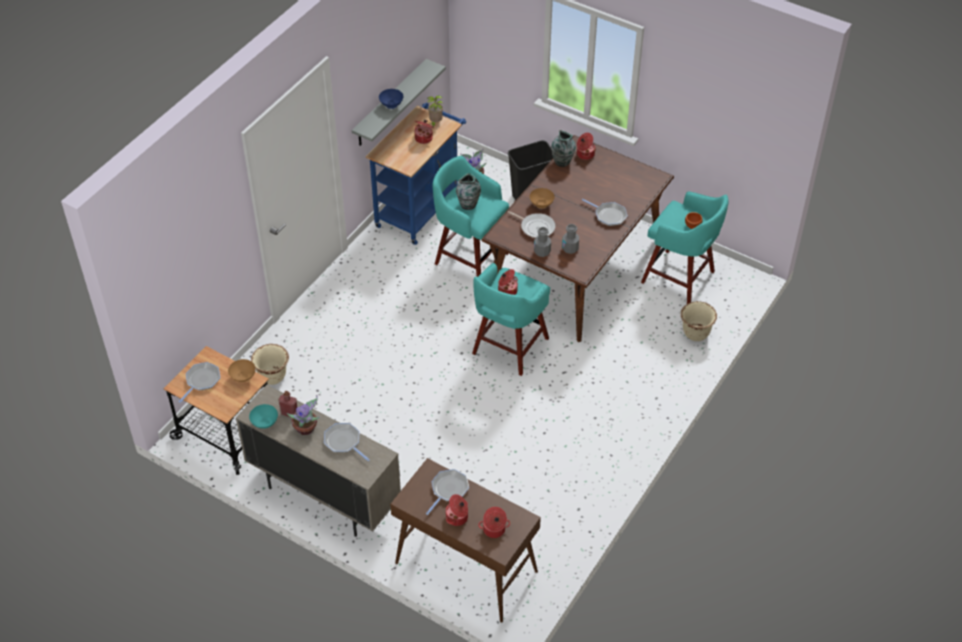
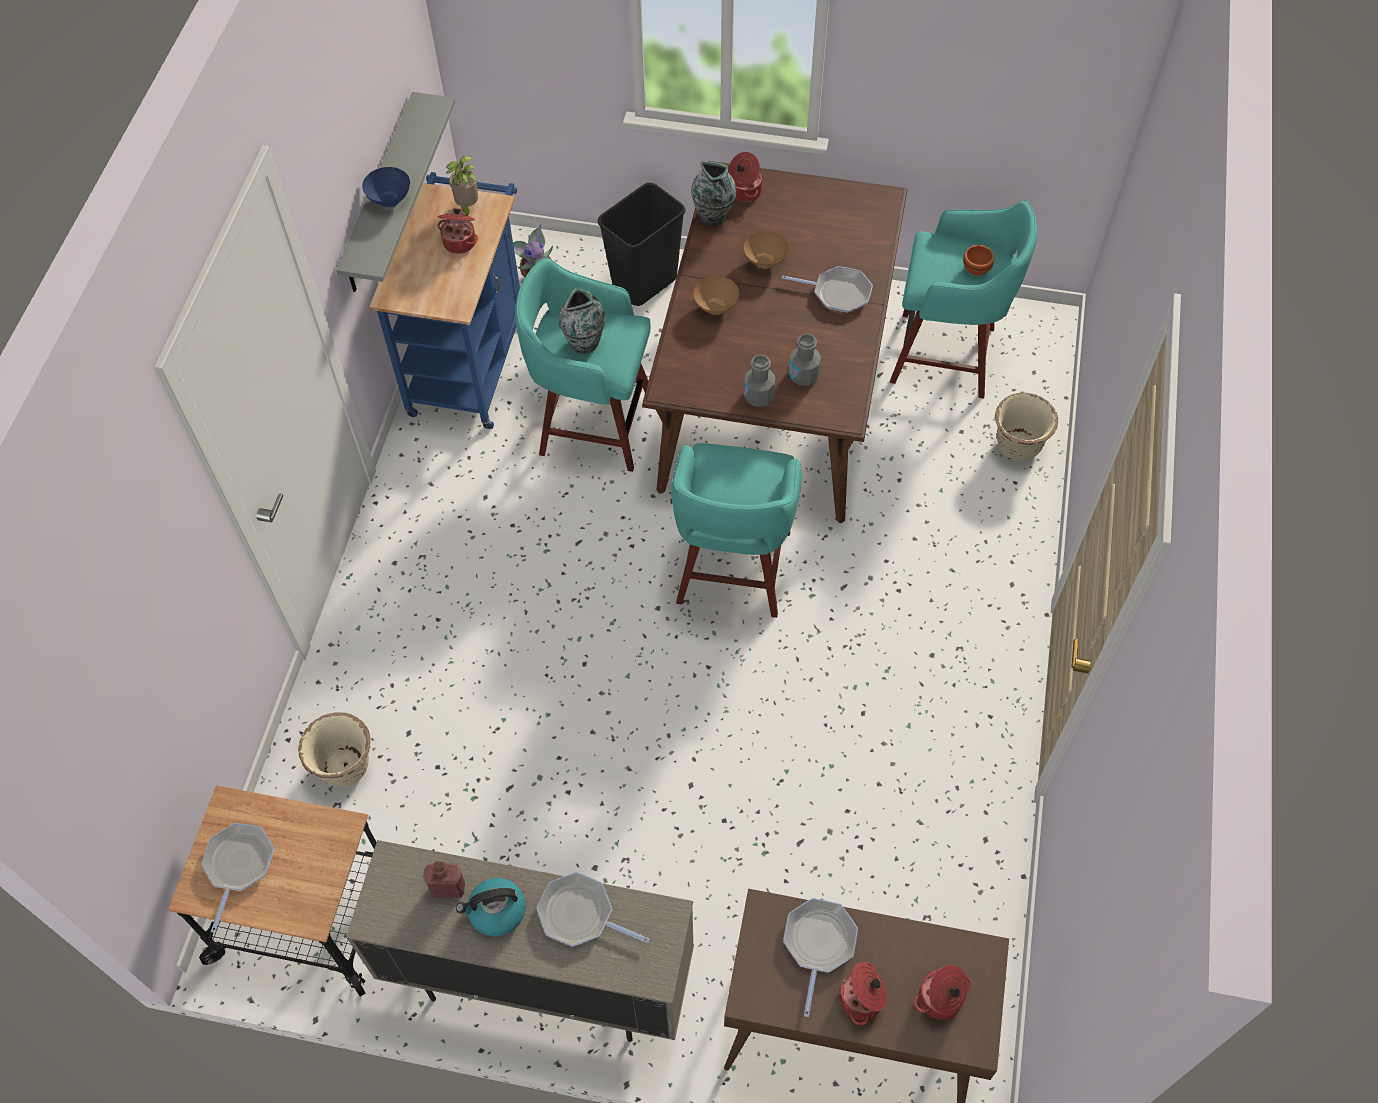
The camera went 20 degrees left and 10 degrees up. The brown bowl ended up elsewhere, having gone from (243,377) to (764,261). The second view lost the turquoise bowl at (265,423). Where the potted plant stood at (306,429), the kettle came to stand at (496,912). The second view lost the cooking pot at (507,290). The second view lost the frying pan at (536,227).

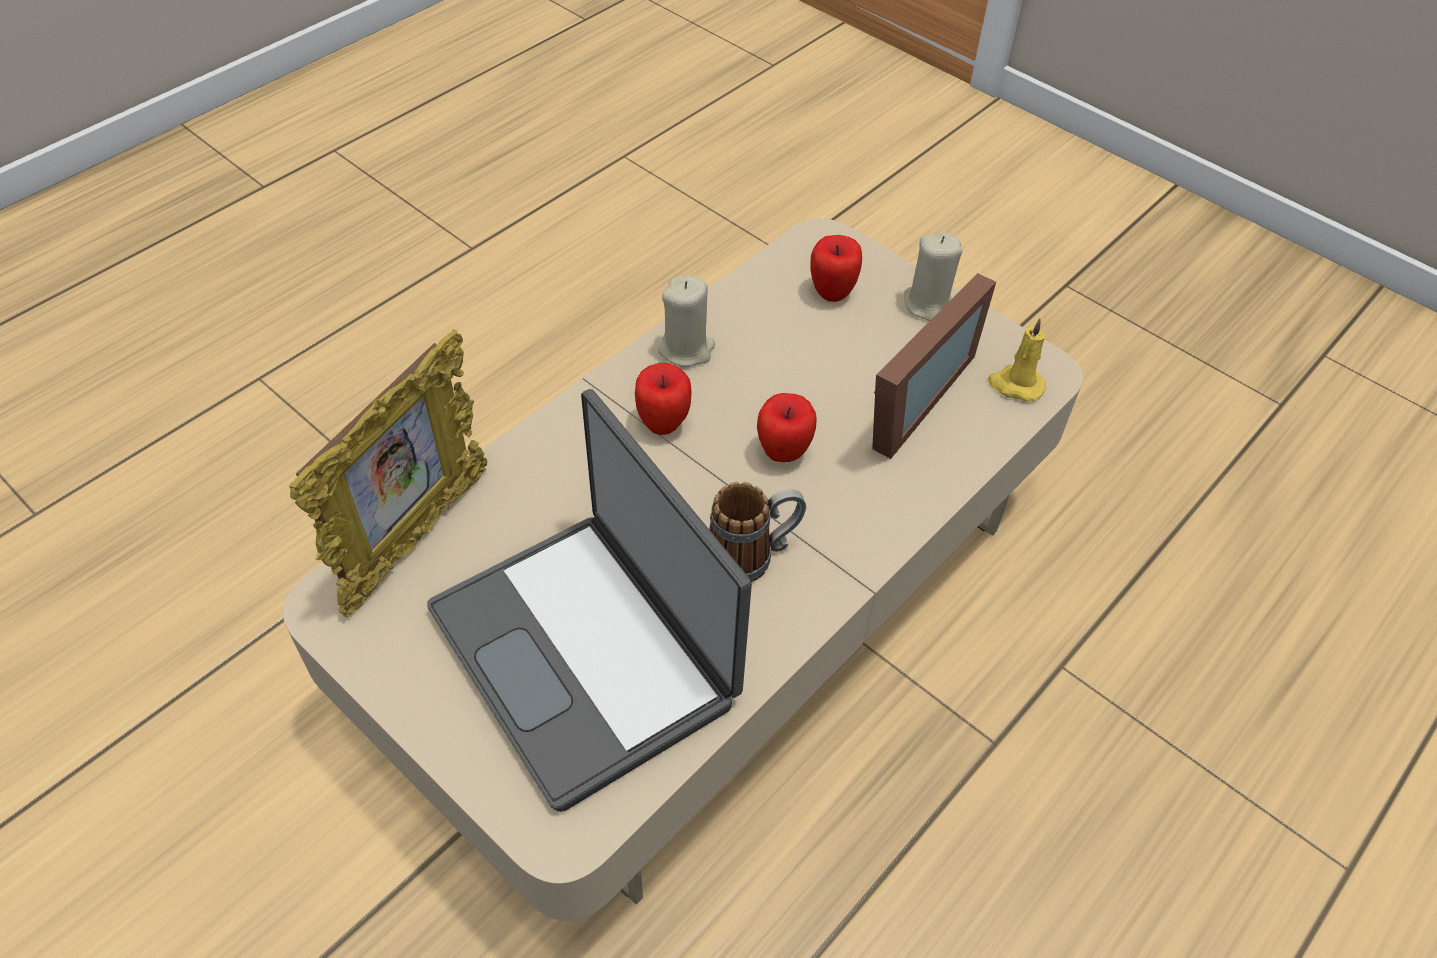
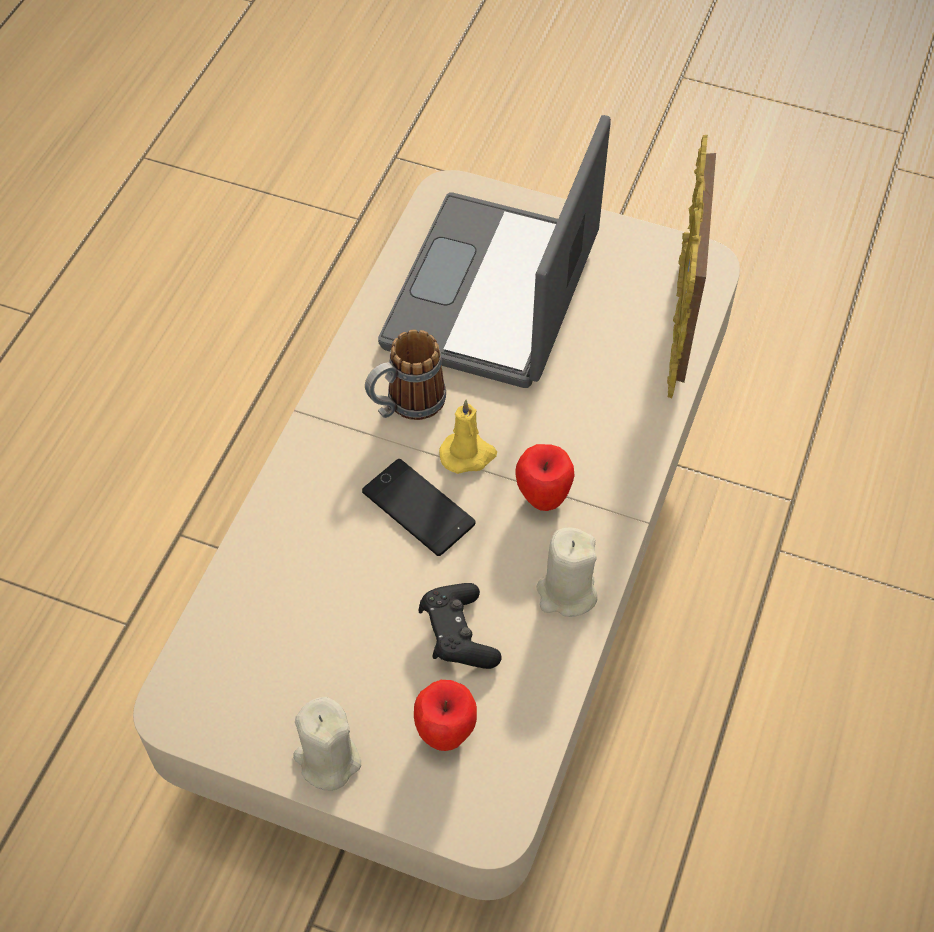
The camera went 160 degrees right and 5 degrees up. The laptop at (588,653) ended up facing another way, 105 degrees counterclockwise from before. Where the apple stood at (783,454), the phone came to stand at (418,508). The second view lost the picture frame at (904,399). The yellow candle ended up elsewhere, having gone from (1015,385) to (468,454). The second view gained the black game controller at (458,635).

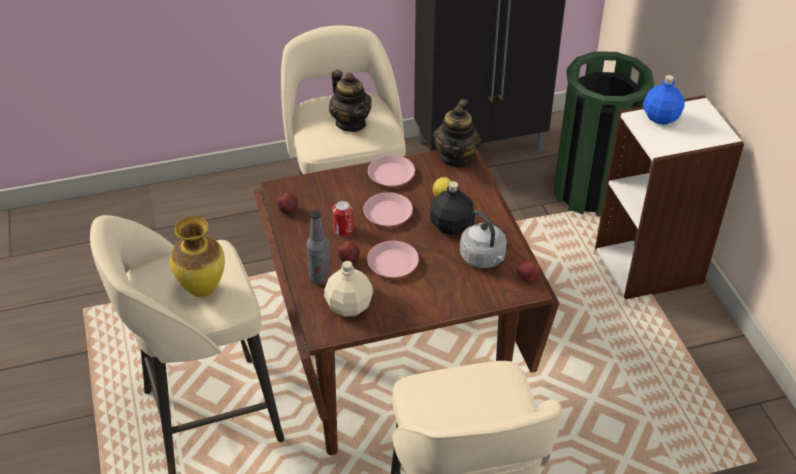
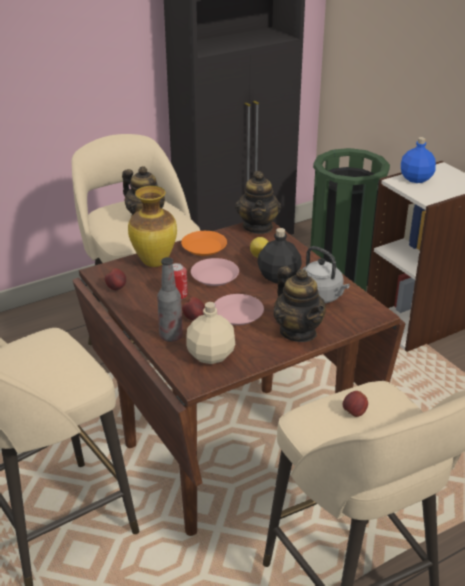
The camera went 15 degrees left and 10 degrees down. The vase ended up elsewhere, having gone from (203,289) to (155,262). What was the pink plate at (391,174) turned into the orange plate at (204,247). The apple ended up elsewhere, having gone from (527,279) to (354,413). The second view gained the teapot at (298,331).

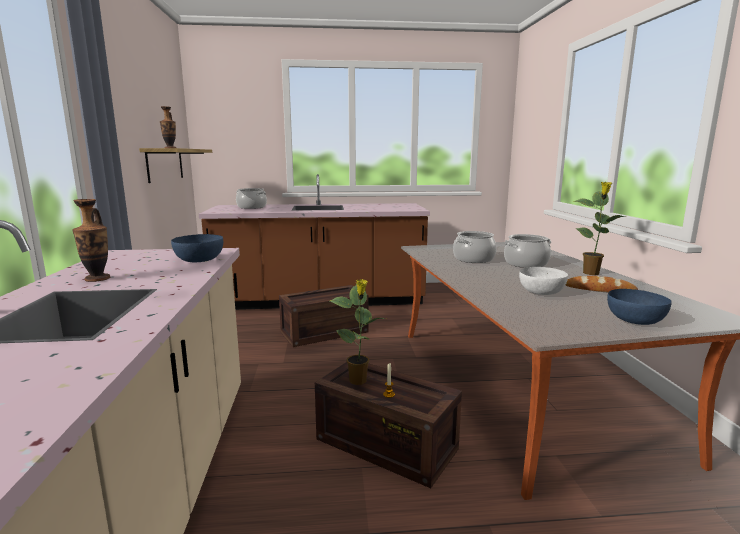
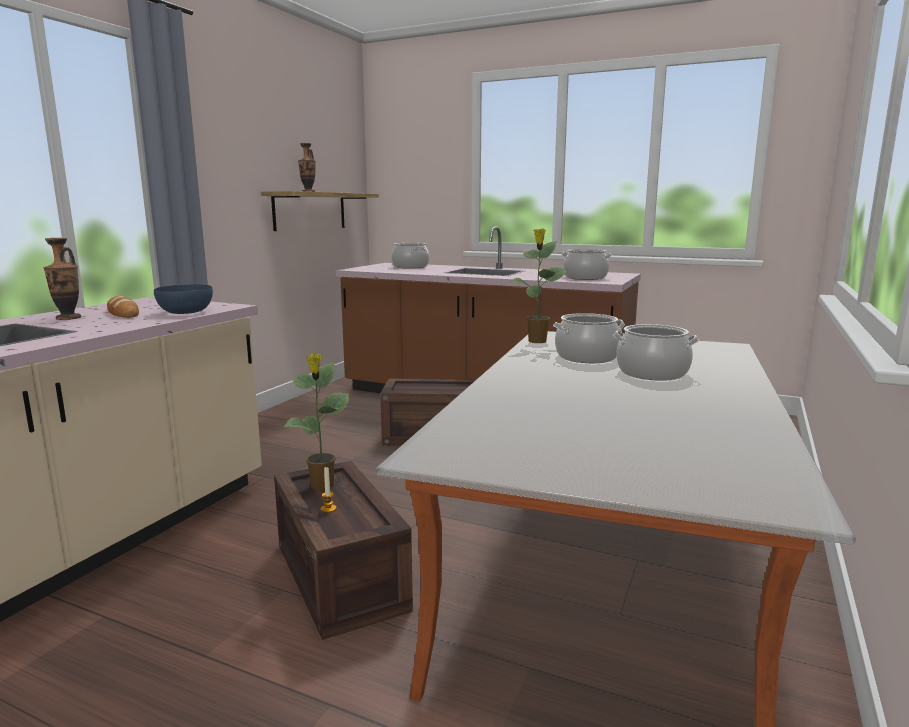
The camera went 30 degrees right and 0 degrees up. The second view lost the white bowl at (542,292). The bread ended up elsewhere, having gone from (599,289) to (123,313). The potted plant ended up elsewhere, having gone from (591,273) to (537,341). The second view lost the blue bowl at (634,320). The second view gained the cooking pot at (585,278).

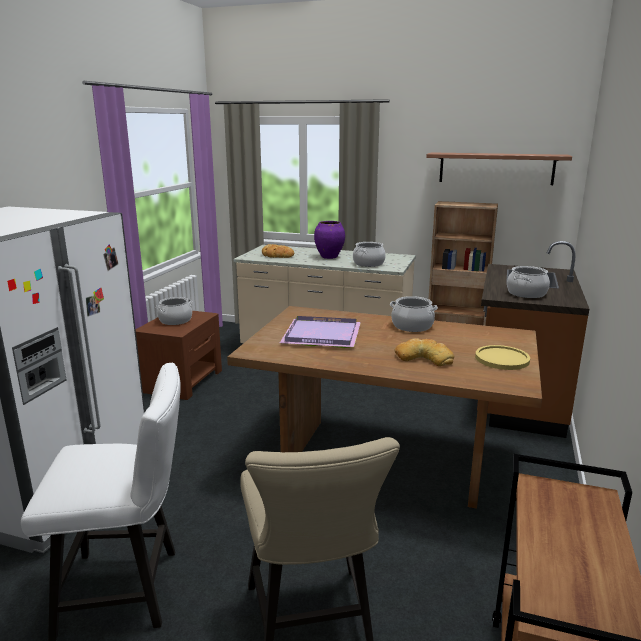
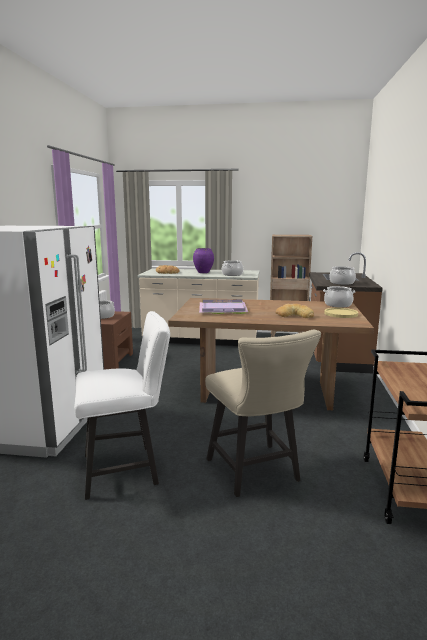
The camera went 10 degrees left and 5 degrees down. The cooking pot ended up elsewhere, having gone from (412,326) to (338,305). The second view lost the shelf at (496,168).

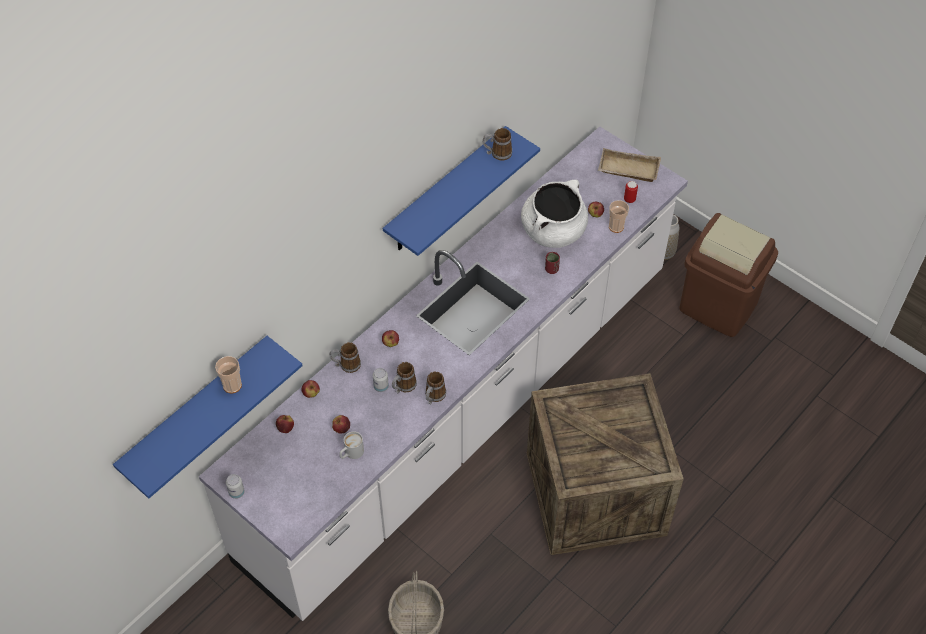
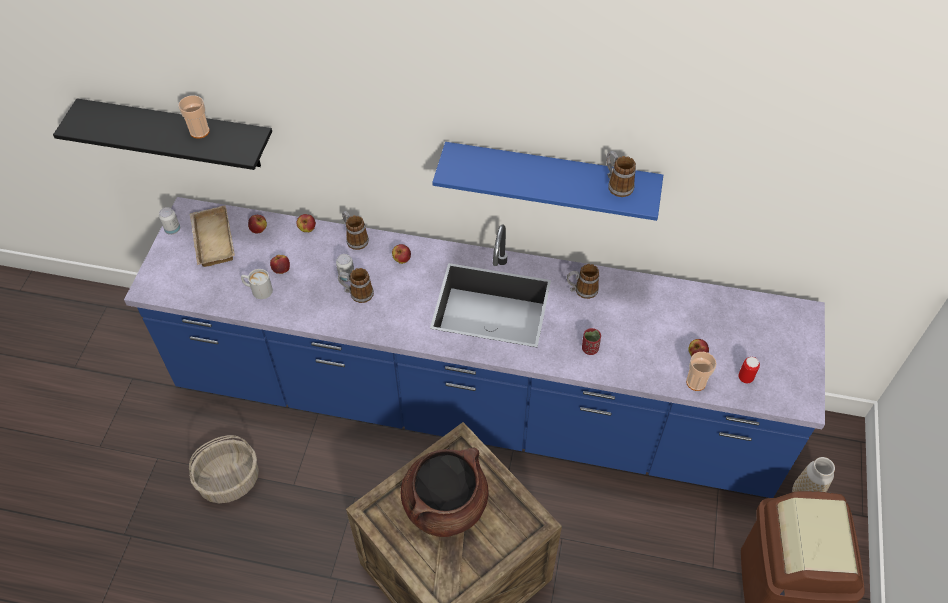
The camera went 60 degrees right and 0 degrees up. What was the blue shelf at (197,412) turned into the black shelf at (180,133). What was the white counter at (463,412) turned into the blue counter at (474,405). The mug ended up elsewhere, having gone from (433,397) to (581,290). The second view lost the white cooking pot at (553,231). The beige tray ended up elsewhere, having gone from (627,170) to (211,240). The second view gained the brown cooking pot at (445,504).

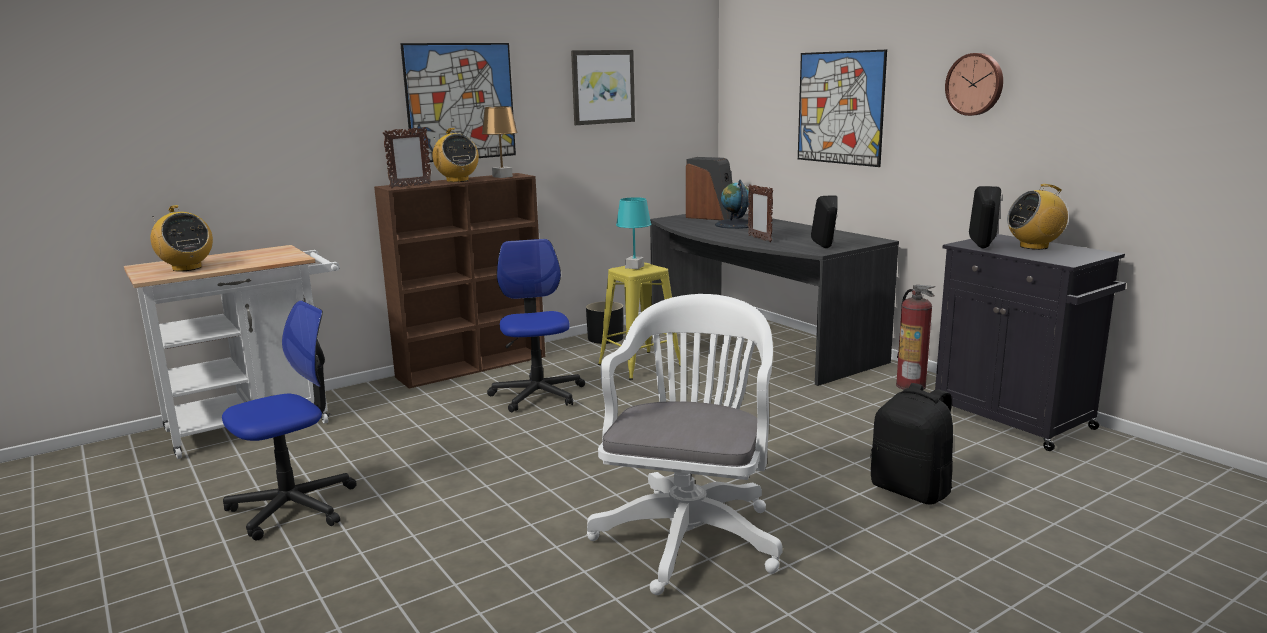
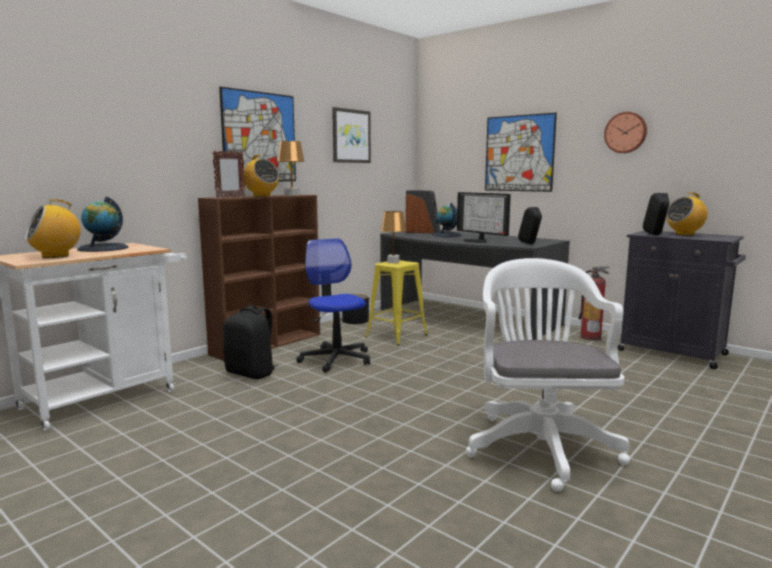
The camera went 15 degrees left and 5 degrees down. The radio at (186,268) ended up facing another way, 105 degrees clockwise from before. The second view lost the office chair at (293,507). What was the turquoise table lamp at (634,267) turned into the brown table lamp at (393,262). Where the picture frame stood at (759,238), the monitor came to stand at (477,241). The black backpack ended up elsewhere, having gone from (911,490) to (252,373). The second view gained the globe at (103,248).

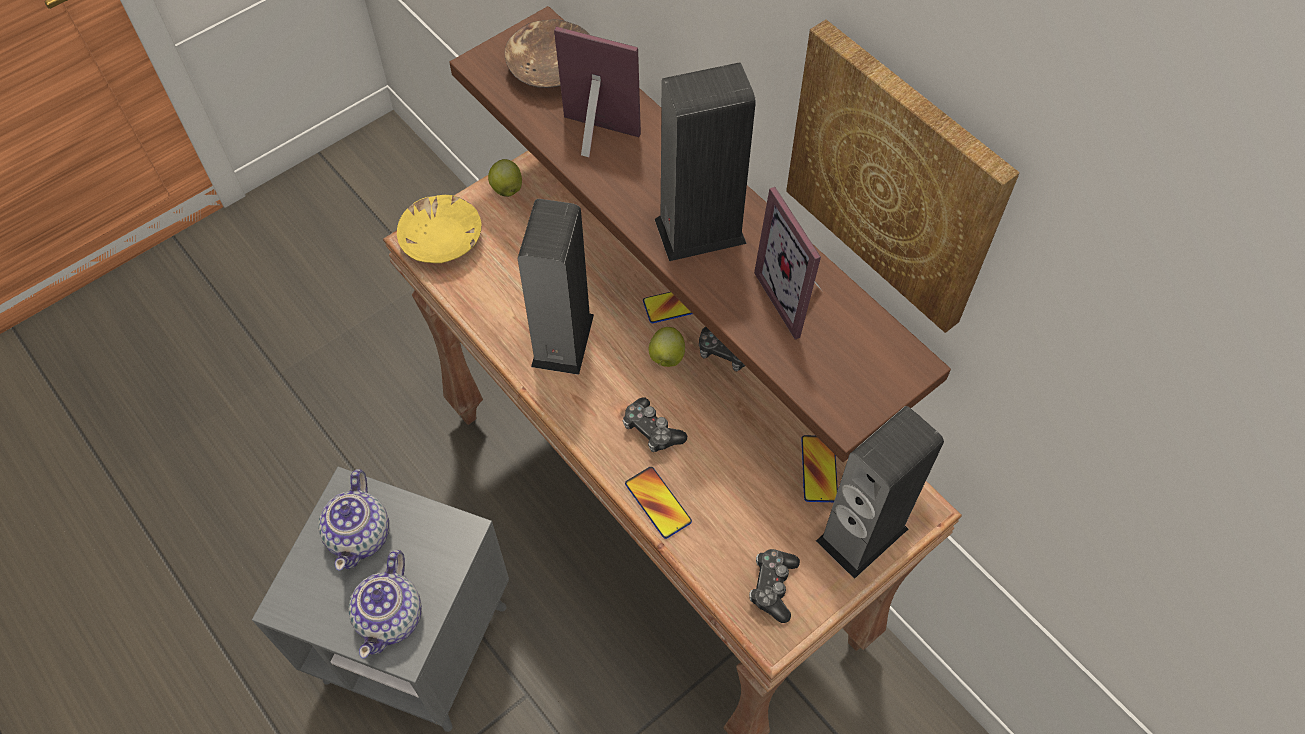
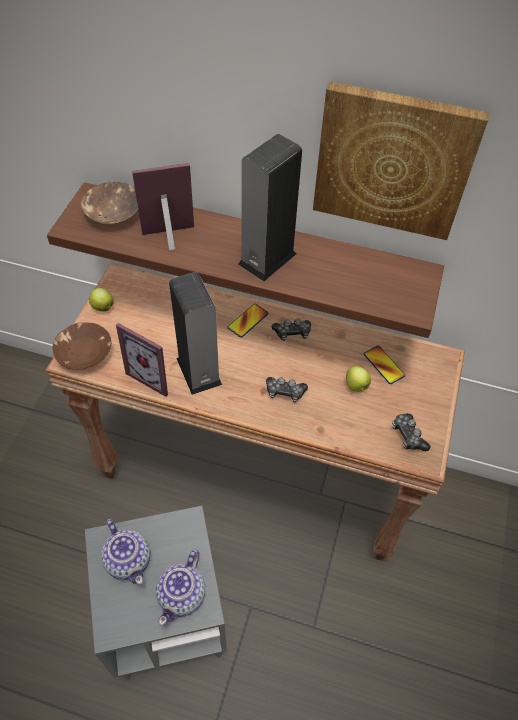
The camera went 35 degrees left and 5 degrees down. The teapot at (391,616) ended up facing another way, 45 degrees clockwise from before. What was the yellow bowl at (443,240) turned into the brown bowl at (85,352). The second view lost the phone at (658,503). The apple ended up elsewhere, having gone from (666,358) to (356,386). The picture frame ended up elsewhere, having gone from (797,296) to (154,375). The second view lost the speaker at (862,534).

